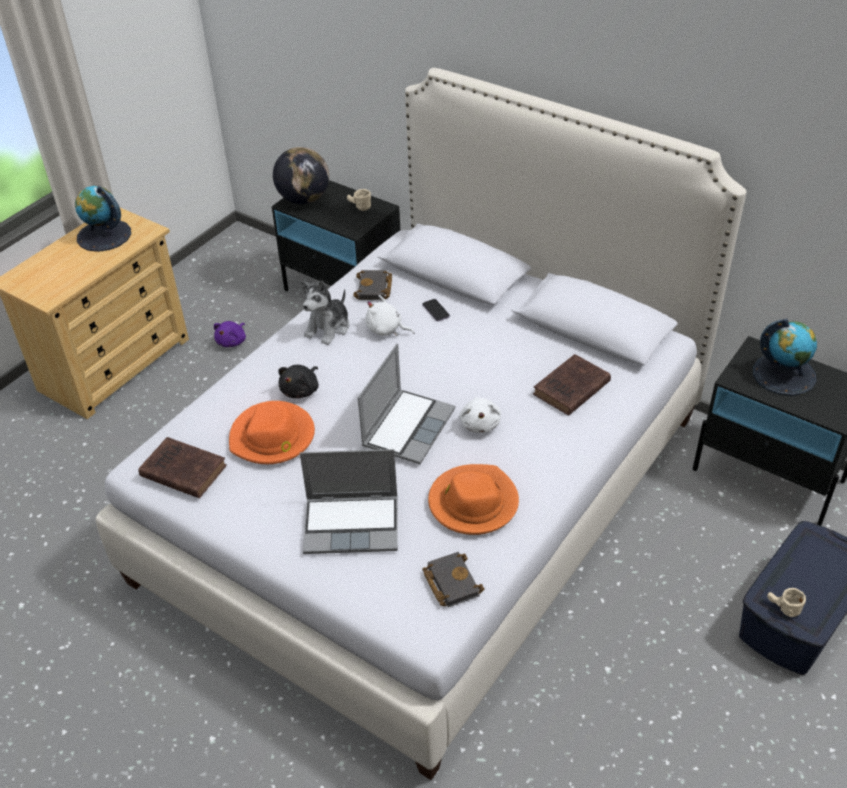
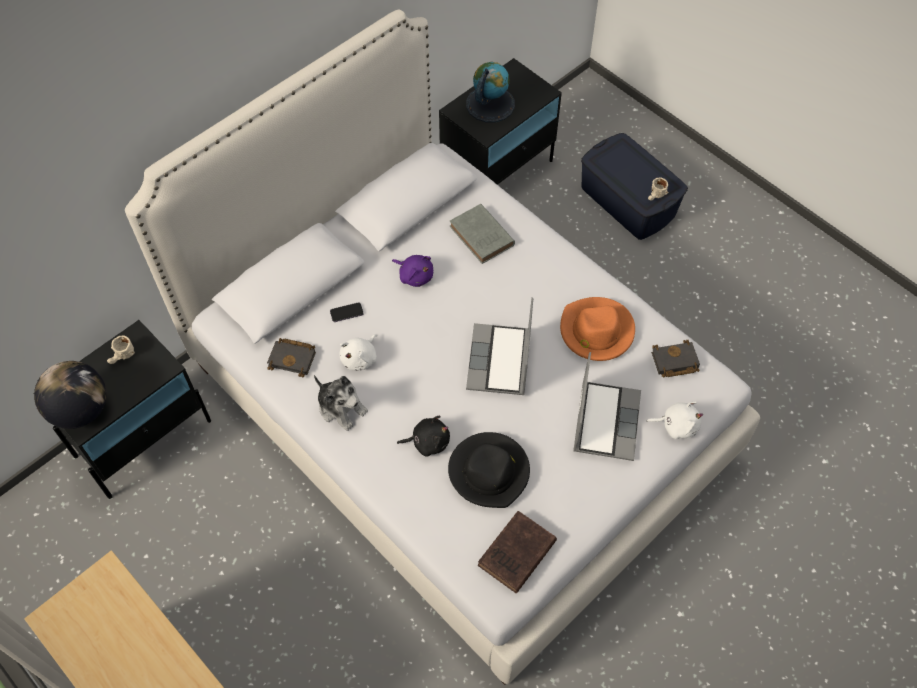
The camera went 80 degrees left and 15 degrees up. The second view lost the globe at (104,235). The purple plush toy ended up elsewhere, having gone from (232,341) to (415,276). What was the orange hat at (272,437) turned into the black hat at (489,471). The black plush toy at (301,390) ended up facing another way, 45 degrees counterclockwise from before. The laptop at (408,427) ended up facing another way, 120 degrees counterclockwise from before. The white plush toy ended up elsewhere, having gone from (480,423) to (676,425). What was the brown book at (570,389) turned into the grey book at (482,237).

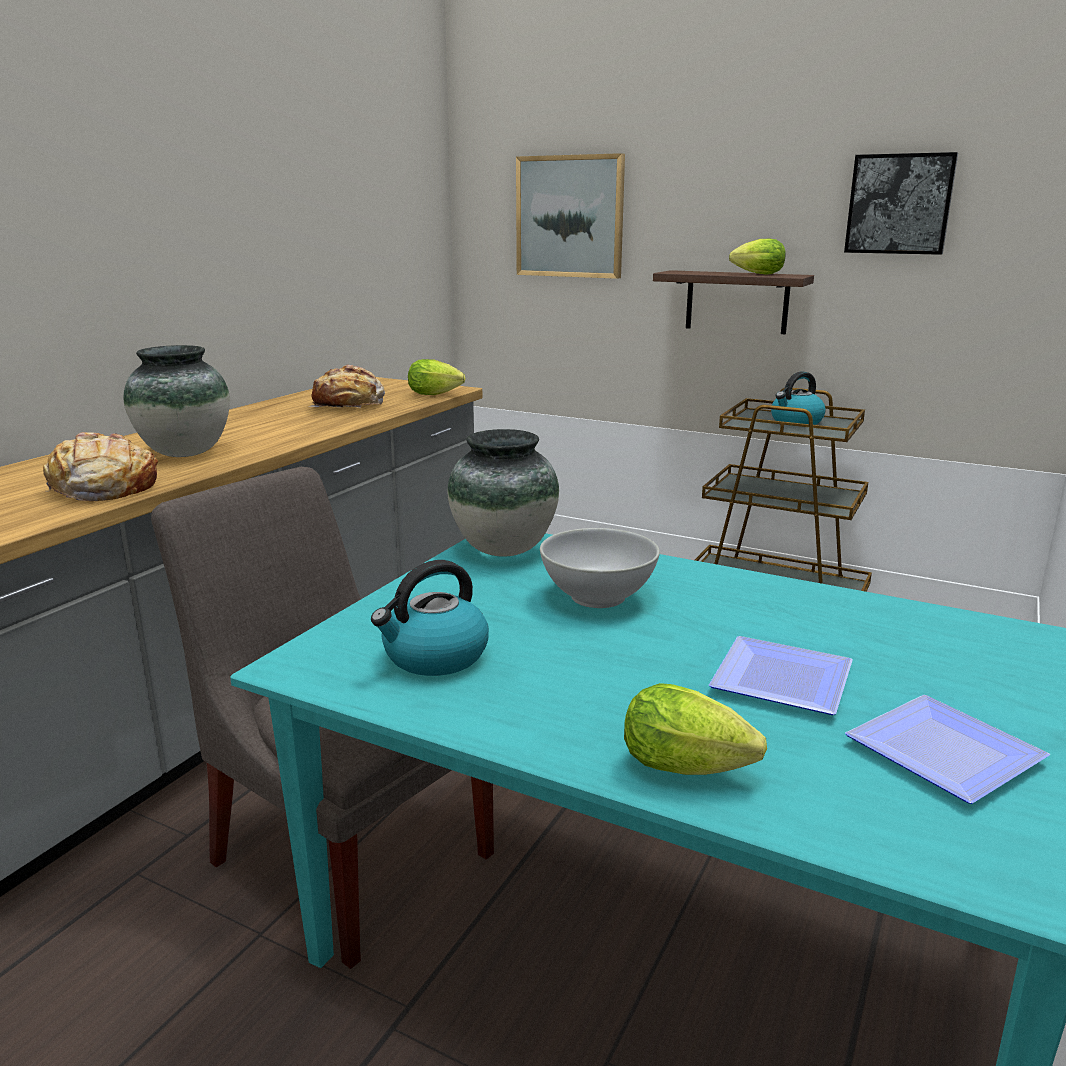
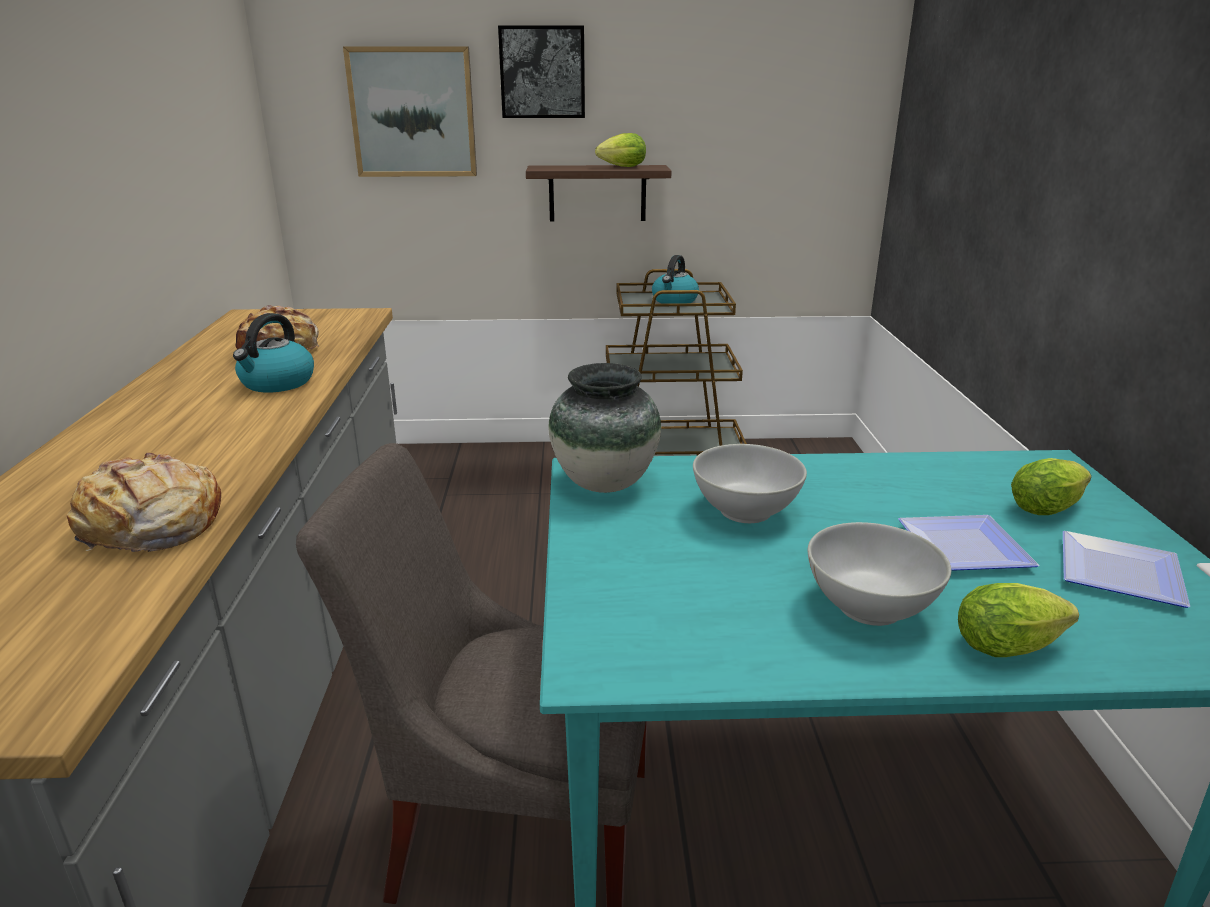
The camera went 30 degrees left and 5 degrees up. The second view lost the vase at (184,453). The kettle ended up elsewhere, having gone from (434,657) to (277,383). The lettuce ended up elsewhere, having gone from (437,395) to (1048,508). The picture ended up elsewhere, having gone from (899,204) to (542,72). The second view gained the white bowl at (870,607).

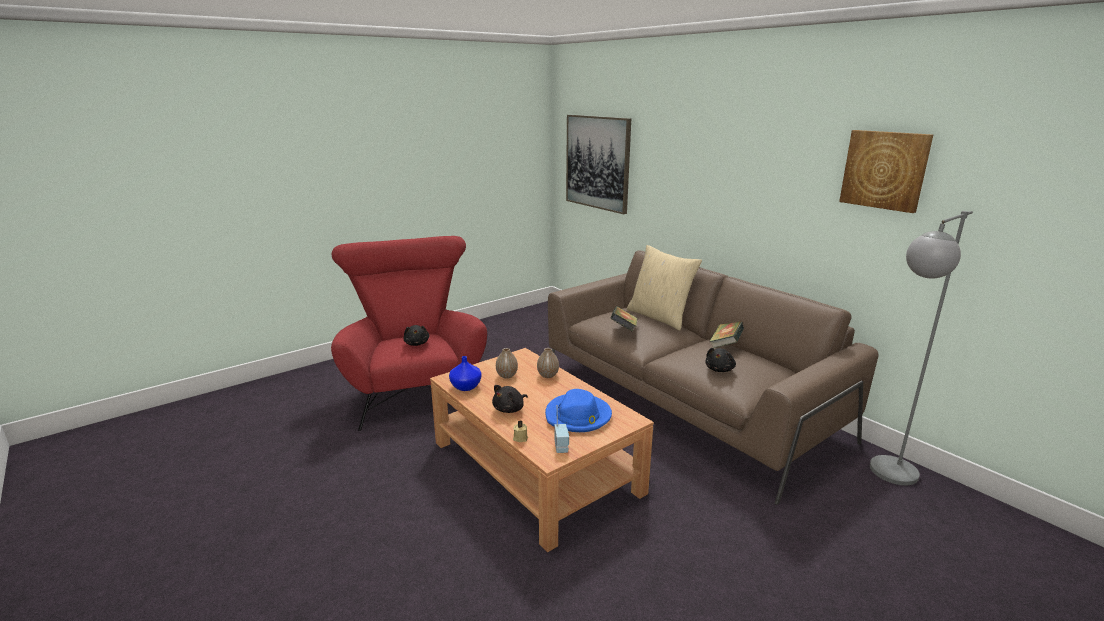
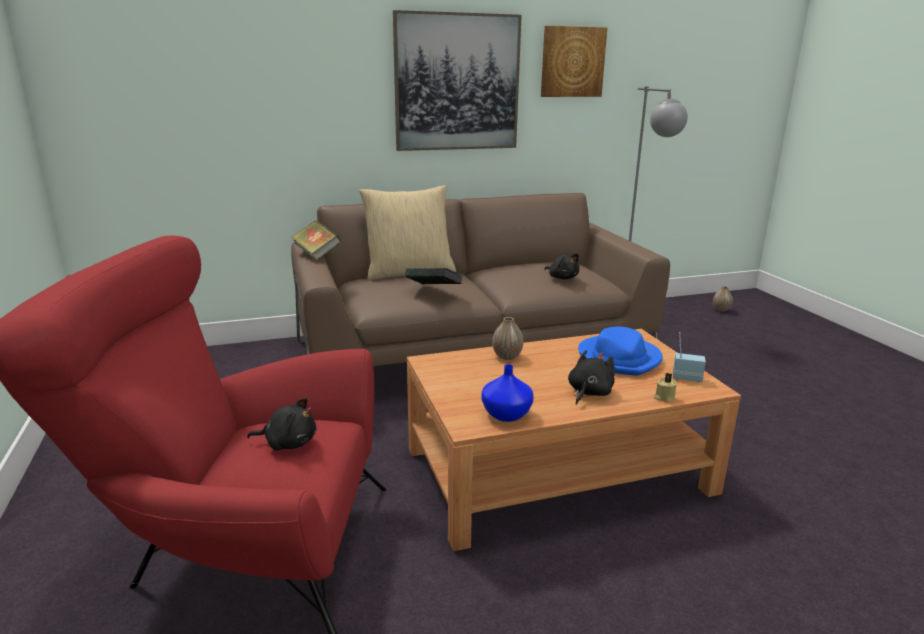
The camera went 70 degrees left and 0 degrees up. The black plush toy at (510,409) ended up facing another way, 120 degrees counterclockwise from before. The vase ended up elsewhere, having gone from (507,376) to (721,310). The picture ended up elsewhere, having gone from (597,162) to (457,83). The book ended up elsewhere, having gone from (726,344) to (316,254).

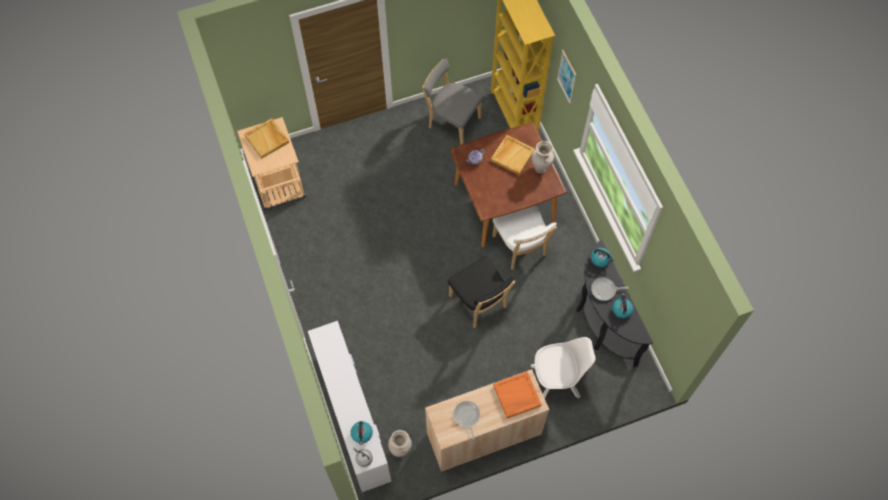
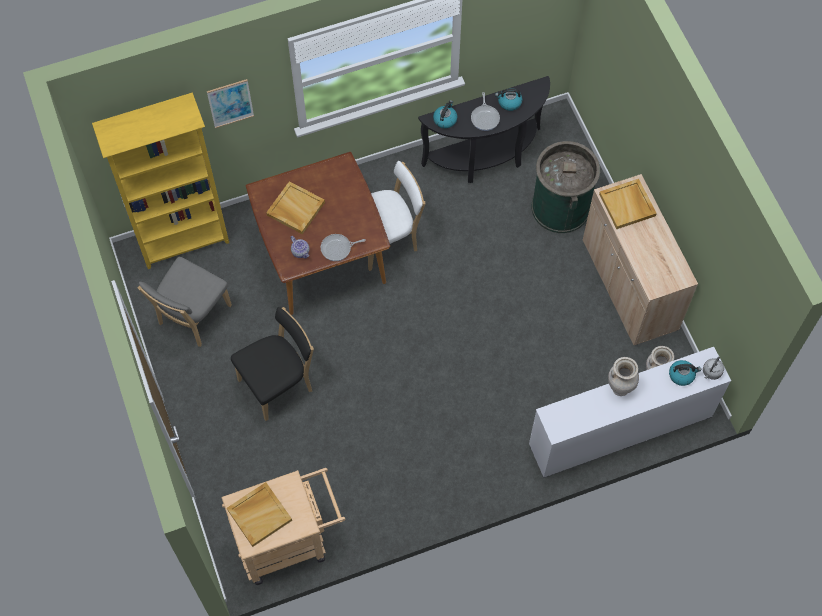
The camera went 90 degrees left and 0 degrees up. The black chair ended up elsewhere, having gone from (479,304) to (278,384). The frying pan ended up elsewhere, having gone from (467,416) to (338,248). What was the orange tray at (516,396) turned into the beige tray at (627,205). Where the white chair stood at (557,381), the green trash can came to stand at (560,207). The beige vase ended up elsewhere, having gone from (540,168) to (620,388).

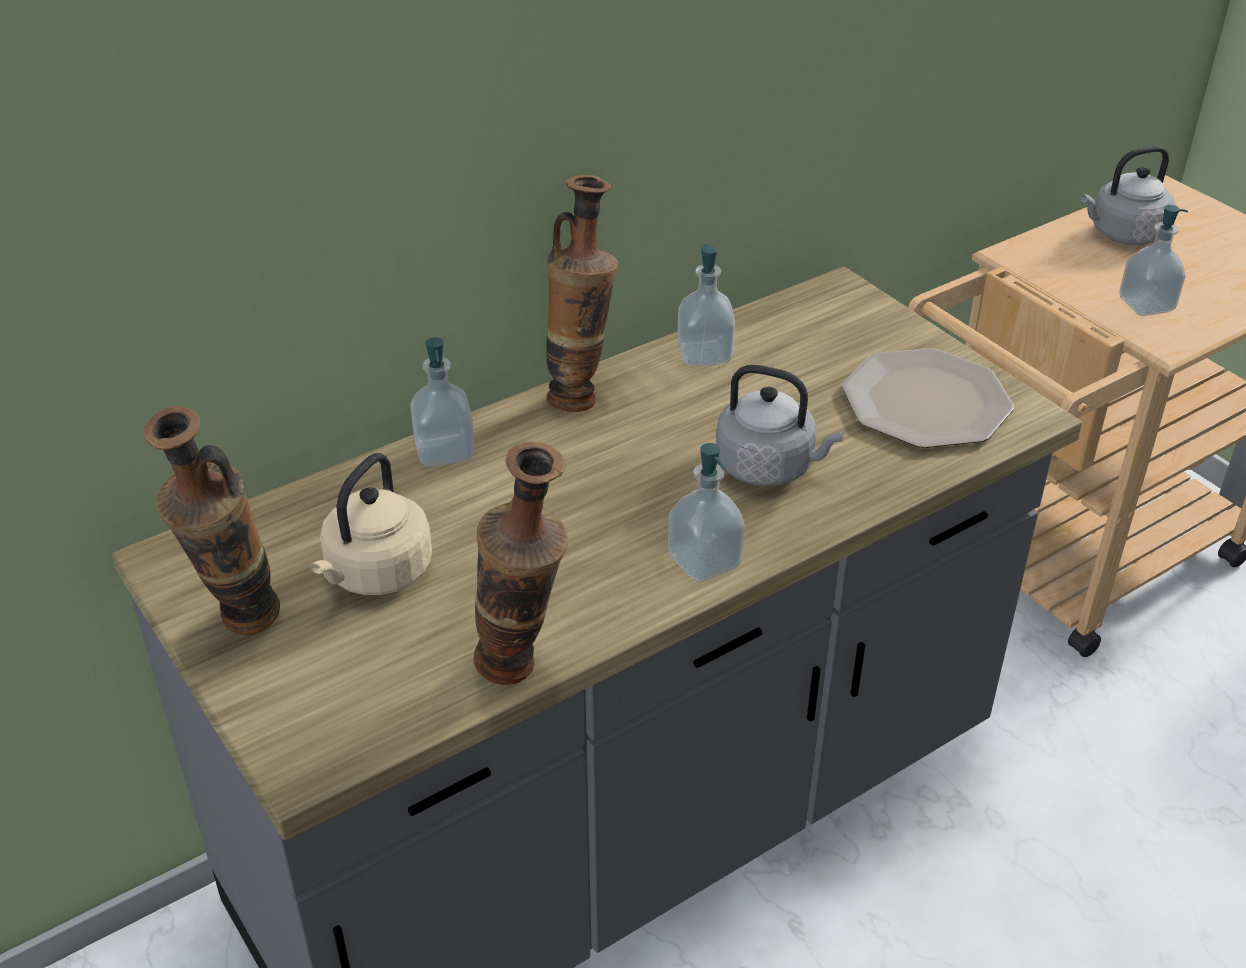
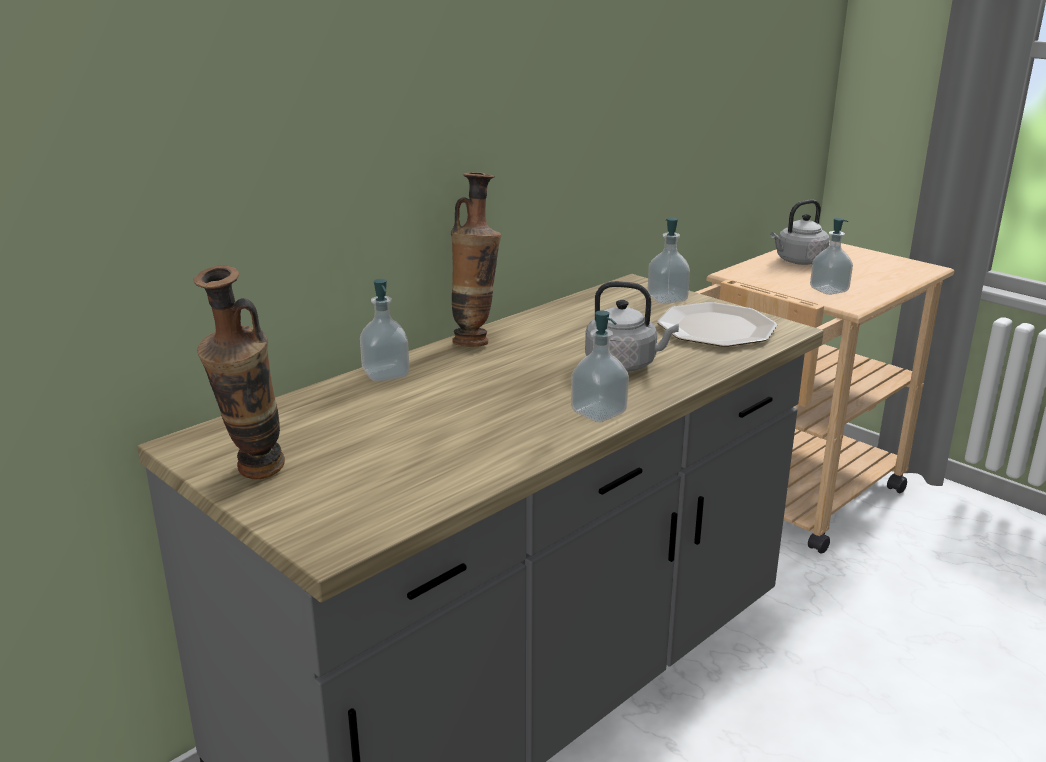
The camera went 10 degrees left and 15 degrees down. The second view lost the beige kettle at (376,574). The second view lost the vase at (523,673). The soap dispenser ended up elsewhere, having gone from (704,354) to (667,298).

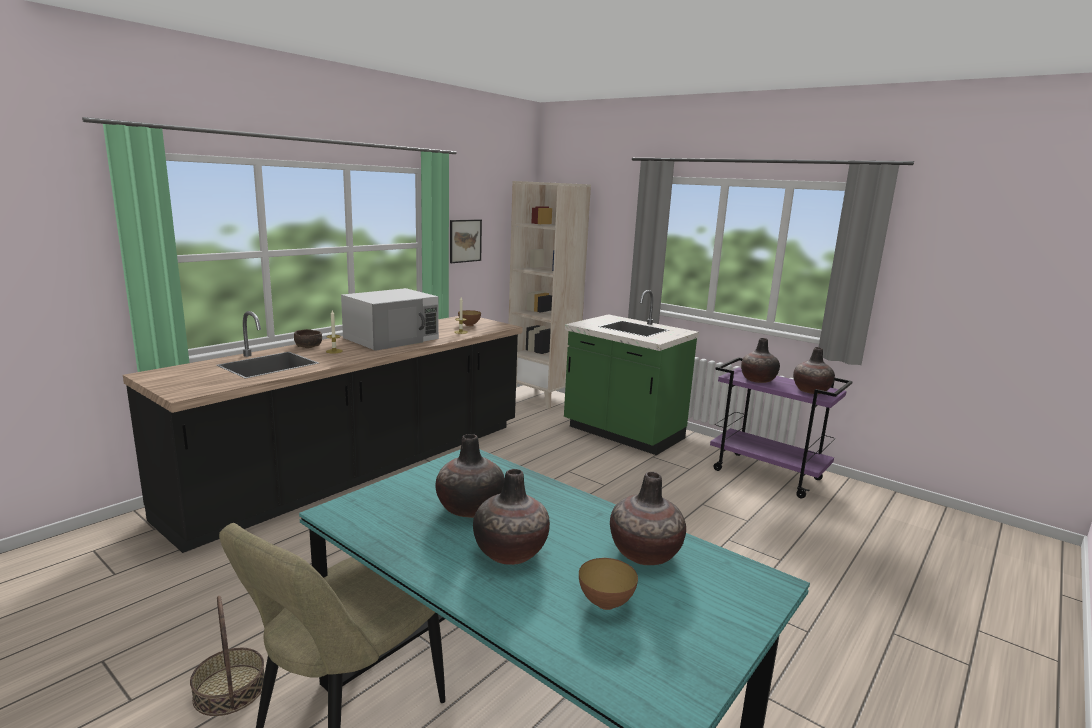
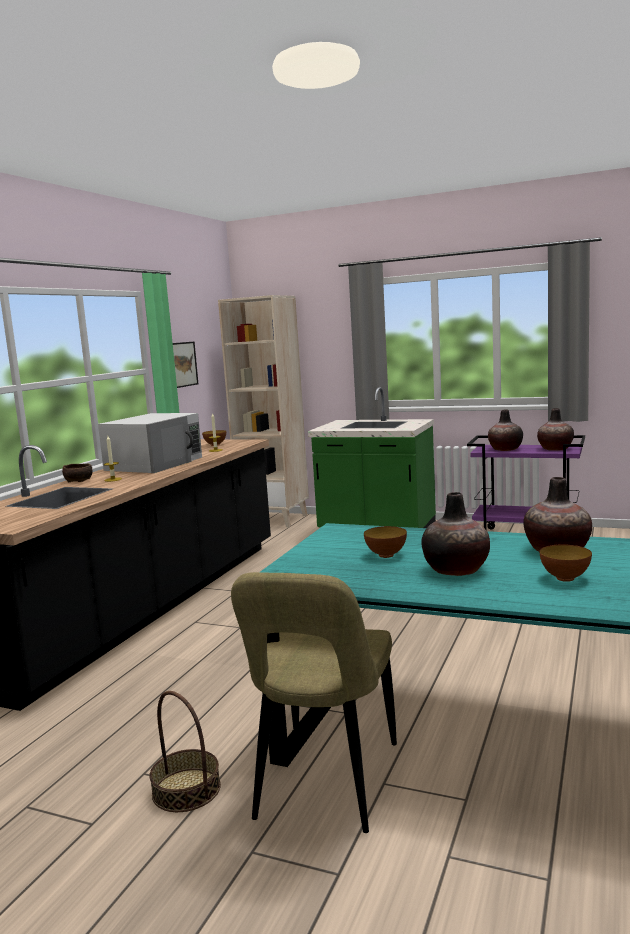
The camera went 15 degrees left and 5 degrees down. Where the vase stood at (470,508), the bowl came to stand at (386,555).

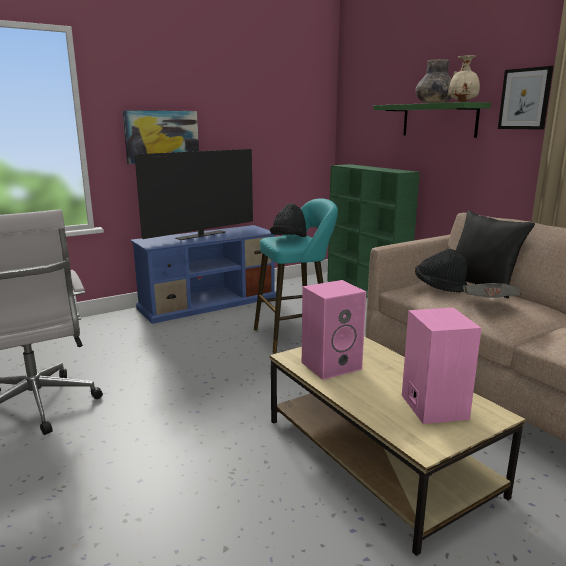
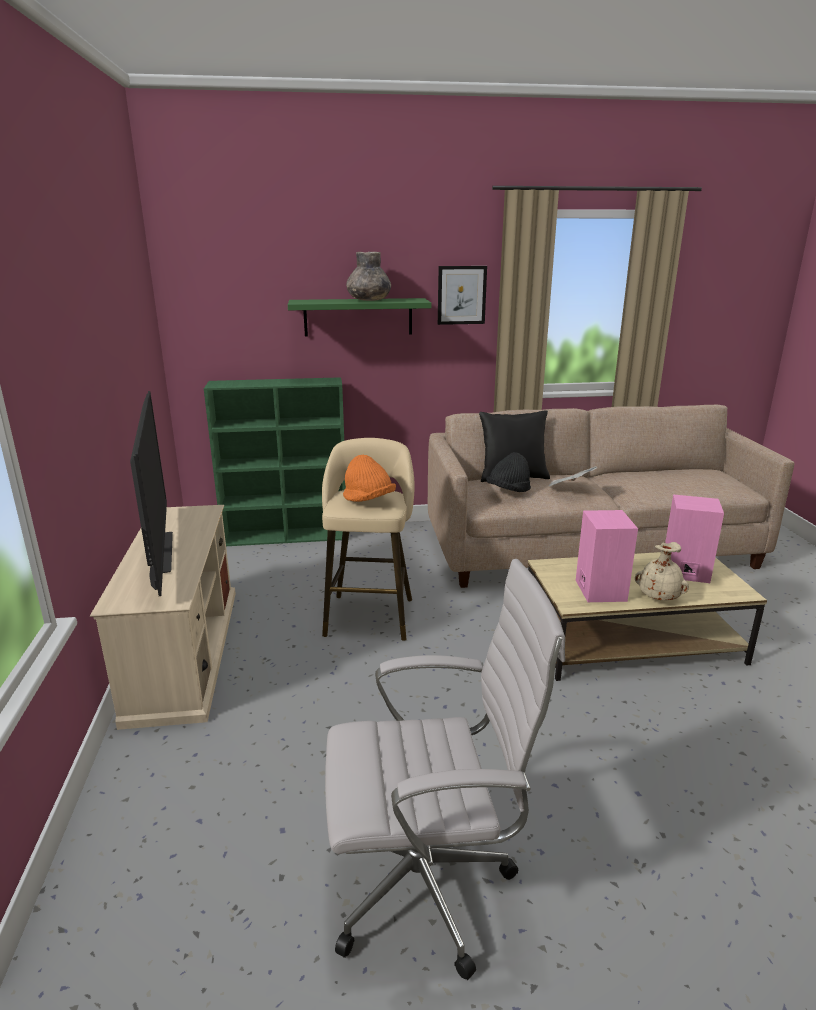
The camera went 65 degrees left and 5 degrees up. The second view lost the picture at (162,136). What was the blue tv stand at (209,302) turned into the beige tv stand at (184,650). What was the turquoise stool at (296,336) turned into the beige stool at (370,613). What was the black hat at (289,239) turned into the orange hat at (368,500). The beige vase ended up elsewhere, having gone from (463,102) to (658,598).

